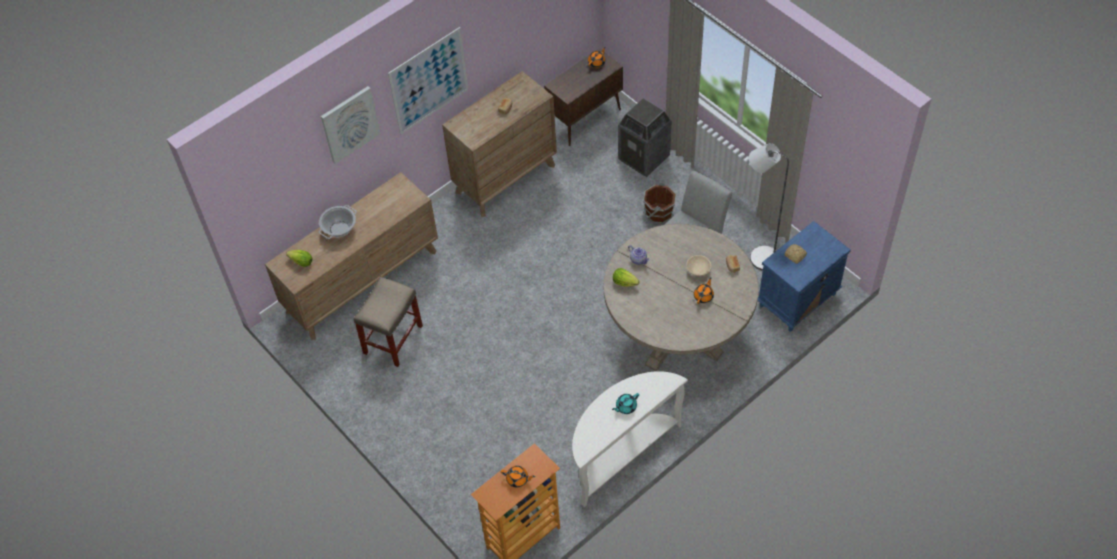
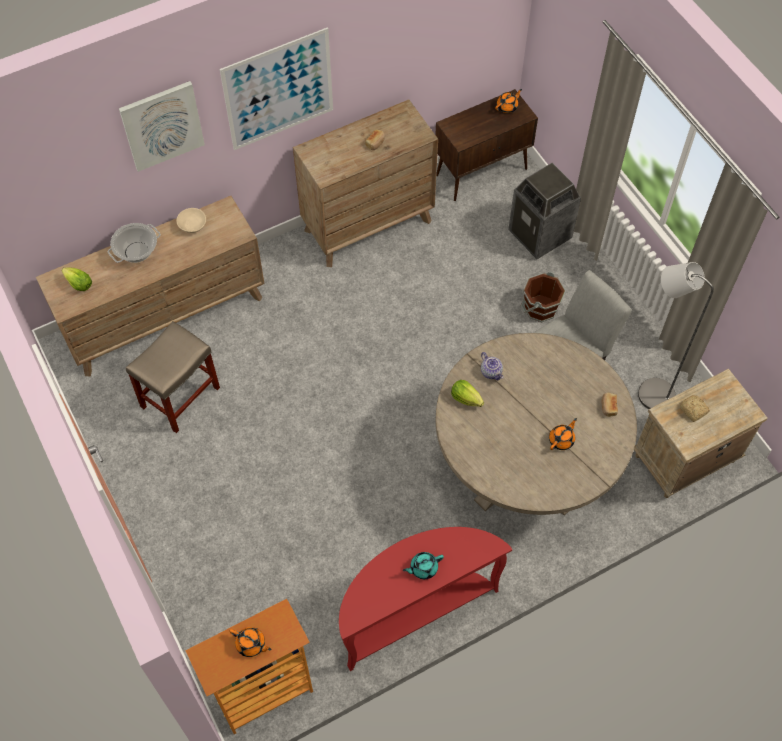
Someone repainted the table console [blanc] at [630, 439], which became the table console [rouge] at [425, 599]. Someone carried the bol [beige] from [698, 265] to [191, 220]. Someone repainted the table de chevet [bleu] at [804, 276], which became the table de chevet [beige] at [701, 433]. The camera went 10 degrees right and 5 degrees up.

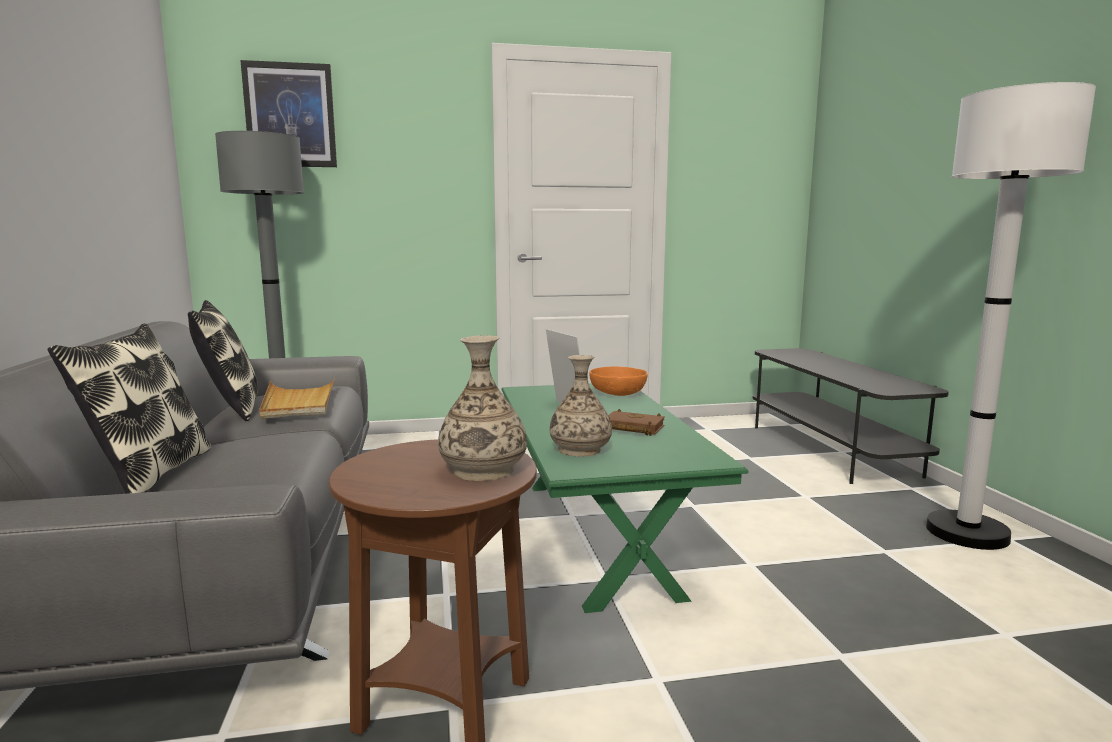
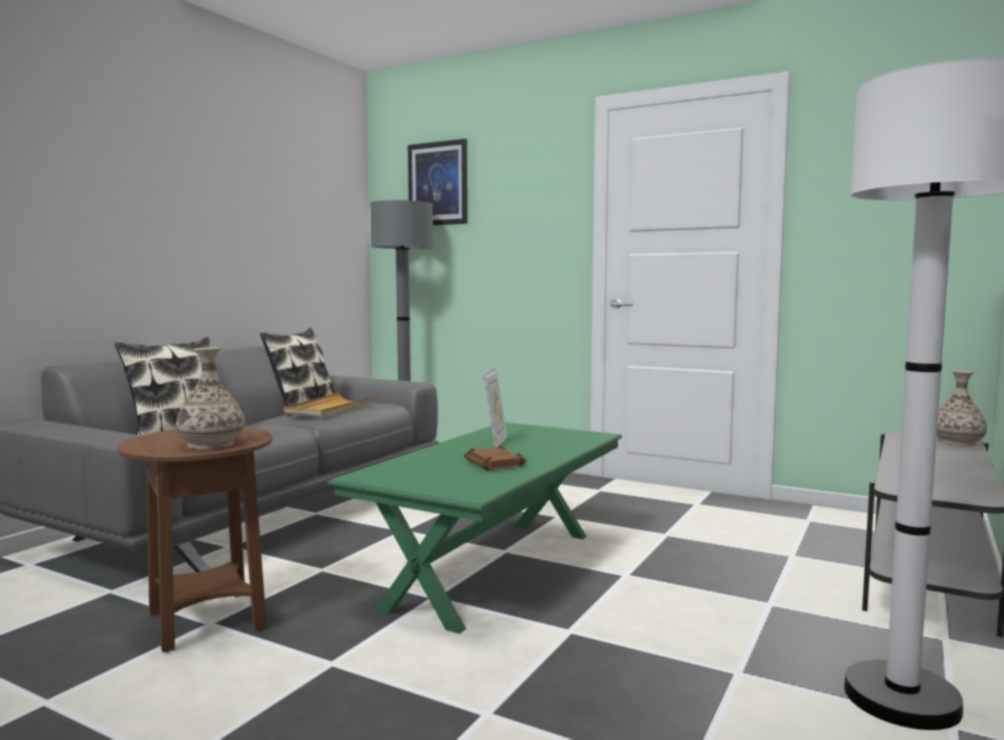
Someone carried the vase from [580, 406] to [962, 408]. Someone took away the bol [orange] at [618, 381]. The camera went 40 degrees right and 5 degrees down.

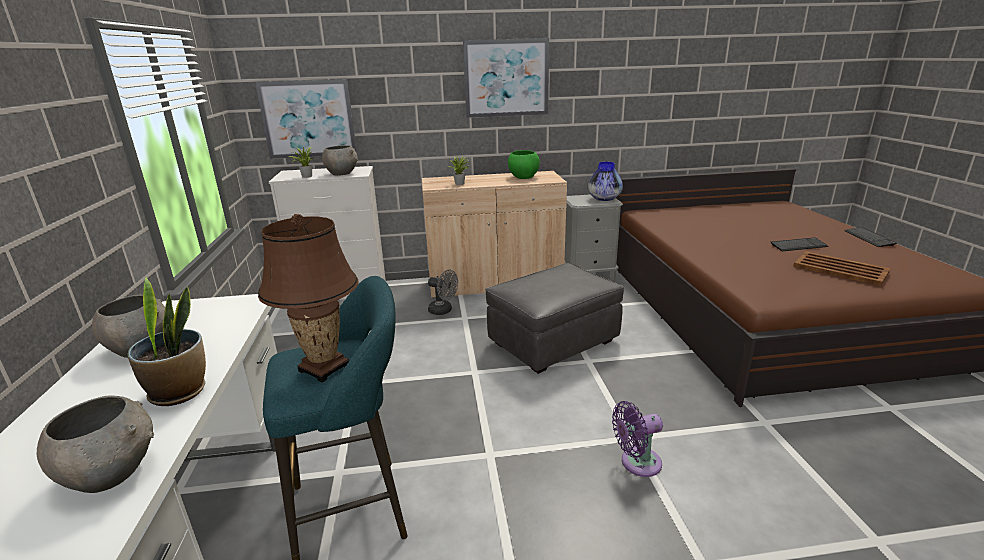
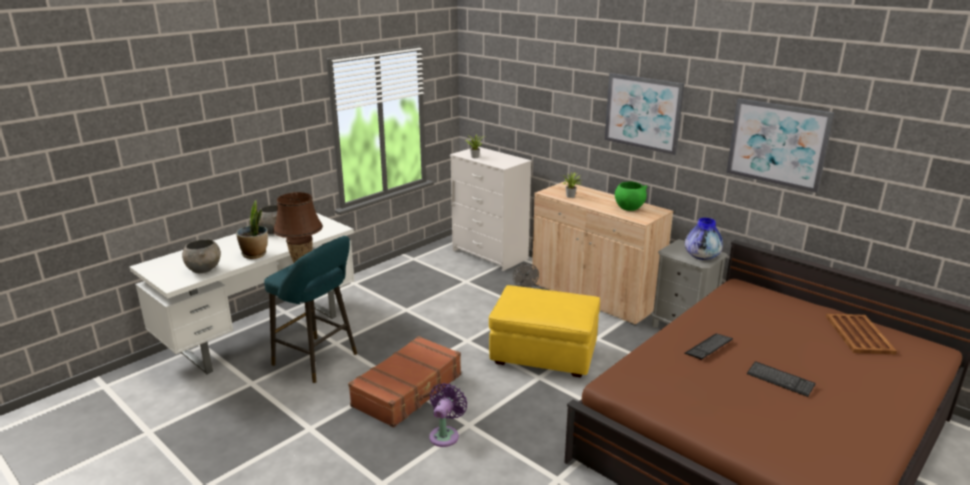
Someone carried the tableau from [306, 119] to [780, 146]. Someone took away the bol [gris] at [340, 160]. Someone repainted the pouf [gris] at [554, 318], which became the pouf [jaune] at [544, 331]. Someone rotated the ventilateur [violet] at [637, 439] by 75 degrees clockwise. Someone carried the plateau [marron] from [842, 268] to [861, 334]. Someone carried the clavier from [870, 237] to [708, 347]. Someone put down the valise [marron] at [404, 382]. The camera went 50 degrees right and 0 degrees up.

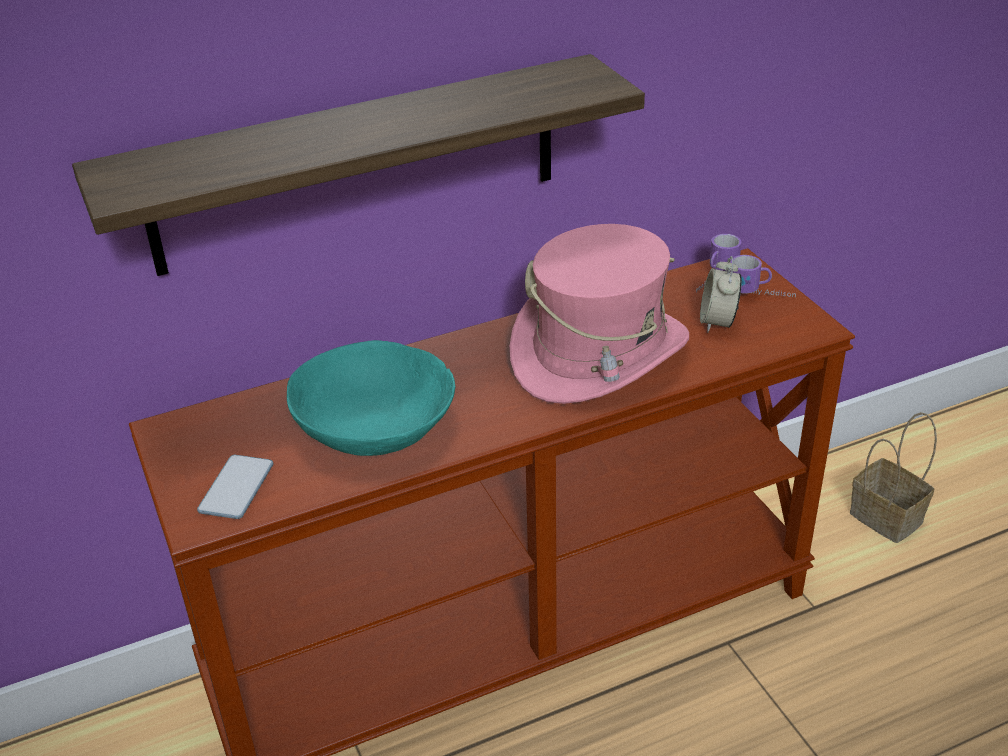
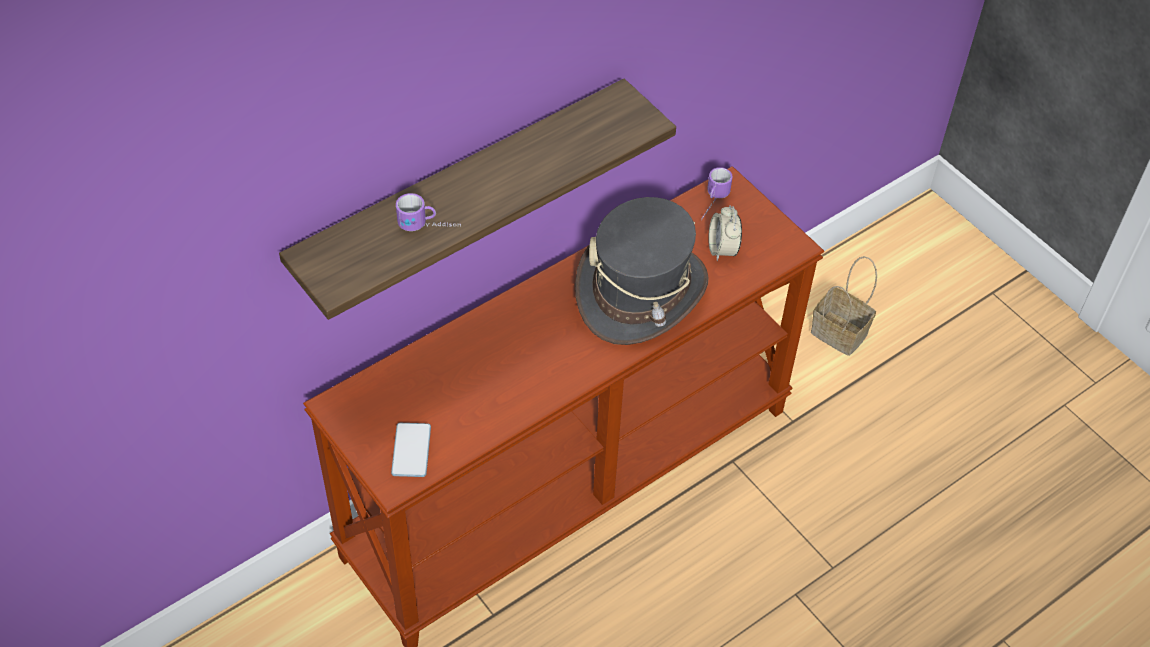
Someone took away the bol [turquoise] at [371, 398]. Someone repainted the chapeau [rose] at [599, 314], which became the chapeau [gris] at [642, 271]. Someone carried the mug from [763, 276] to [428, 212]. The camera went 15 degrees left and 15 degrees up.

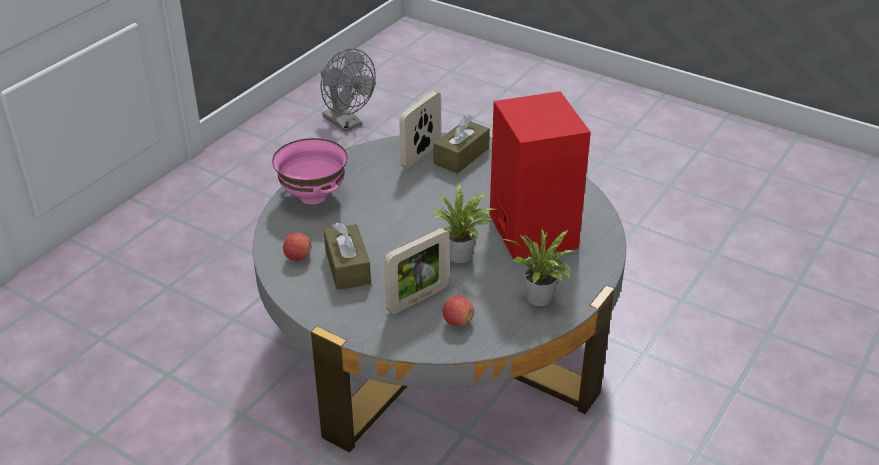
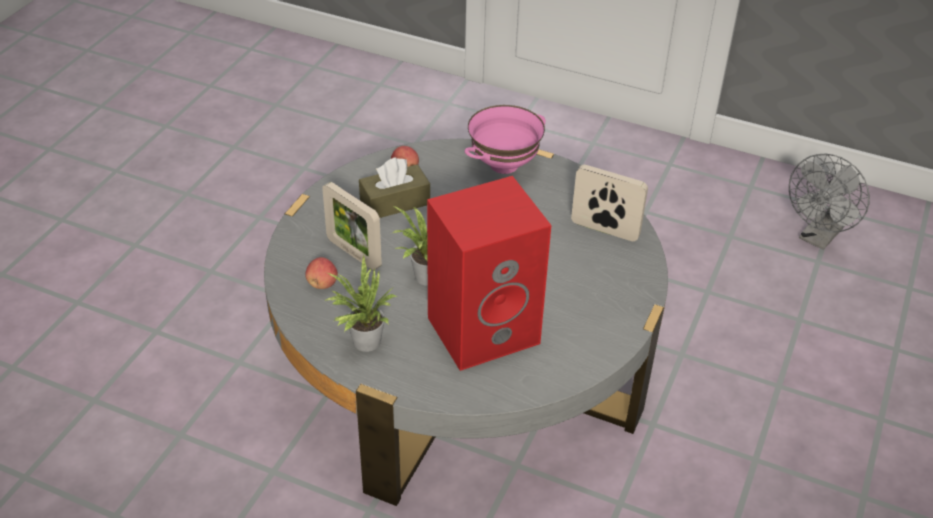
Someone took away the boîte à mouchoirs [marron] at [461, 144]. The camera went 80 degrees right and 5 degrees up.

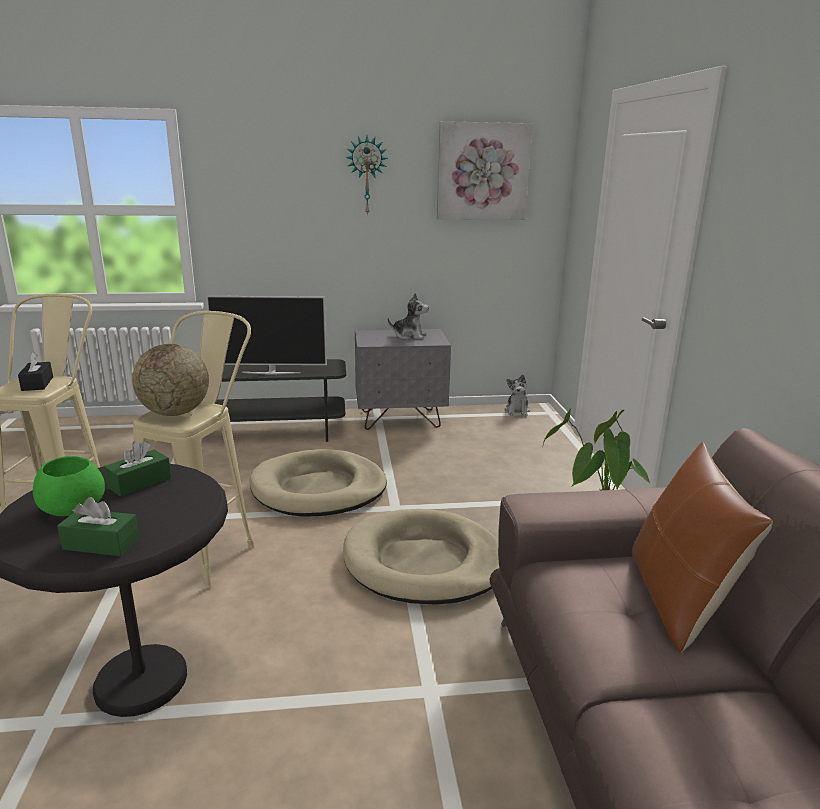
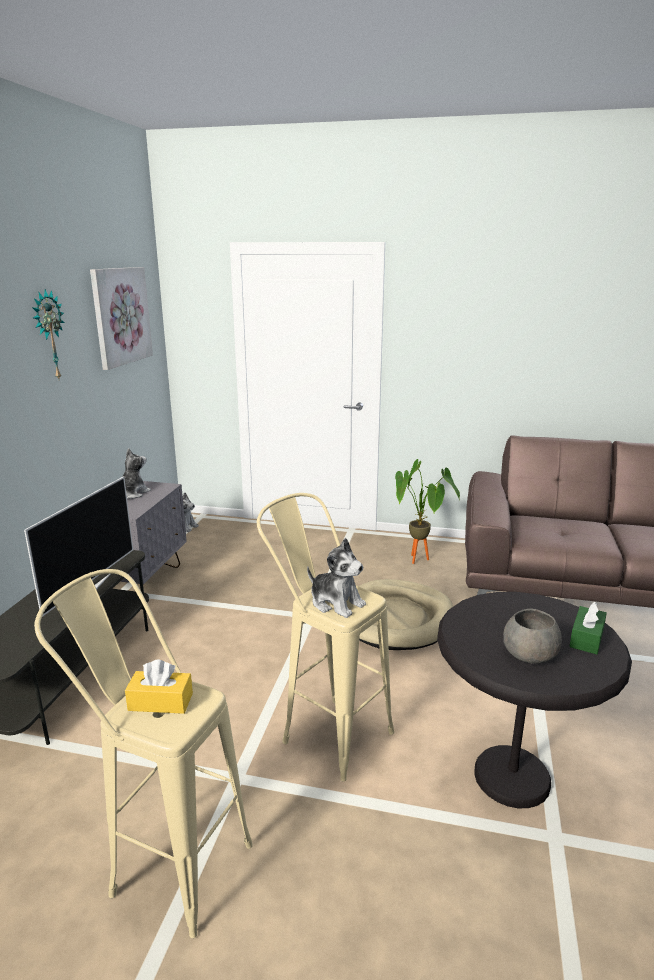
Someone repainted the boîte à mouchoirs [noir] at [35, 371], which became the boîte à mouchoirs [jaune] at [159, 687]. Someone repainted the bol [vert] at [69, 486], which became the bol [gris] at [532, 636]. Someone took away the boîte à mouchoirs [vert] at [137, 469]. Someone swapped the globe at [170, 380] for the peluche at [336, 578]. Someone took away the panier pour chien [beige] at [318, 483]. Someone took away the coussin [marron] at [702, 547]. The camera went 70 degrees left and 0 degrees up.

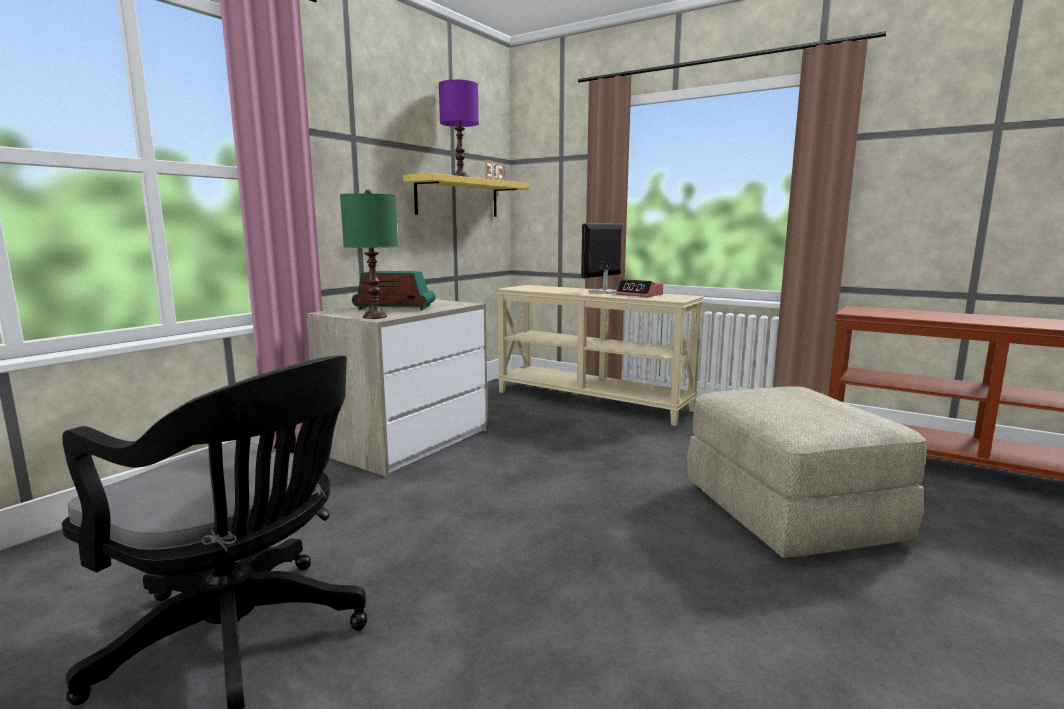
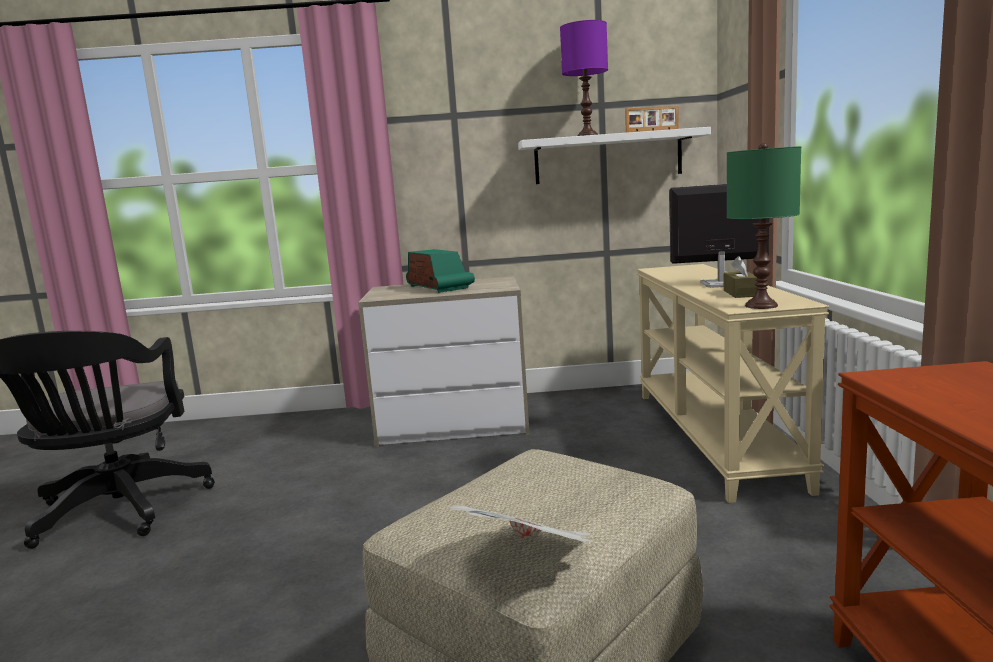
Someone carried the lampe de table [vert] from [369, 254] to [764, 226]. Someone repainted the étagère [jaune] at [466, 195], which became the étagère [blanc] at [614, 155]. Someone swapped the réveil at [639, 288] for the boîte à mouchoirs [marron] at [740, 277]. Someone put down the journal at [521, 524]. The camera went 55 degrees right and 0 degrees up.

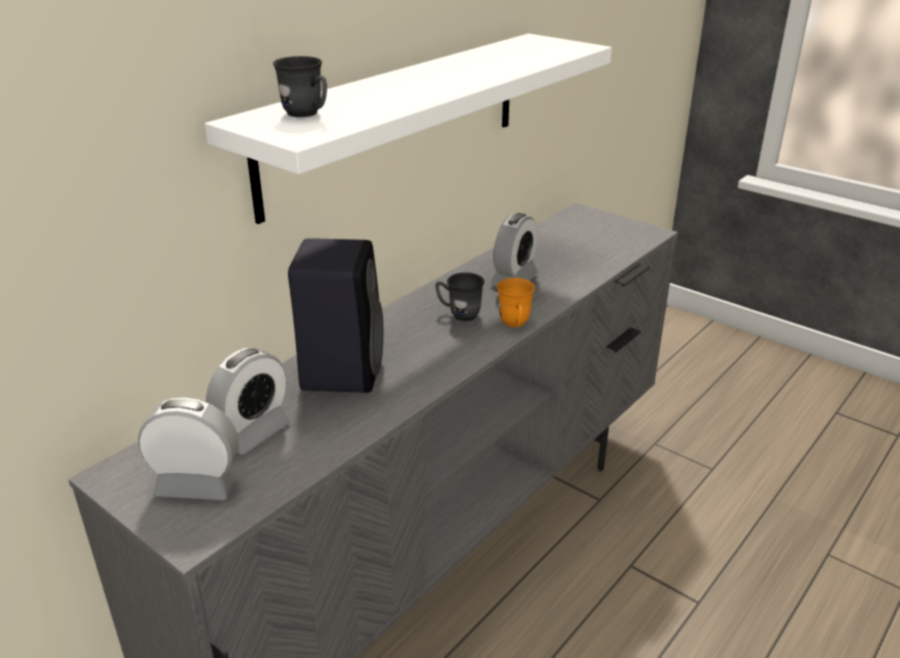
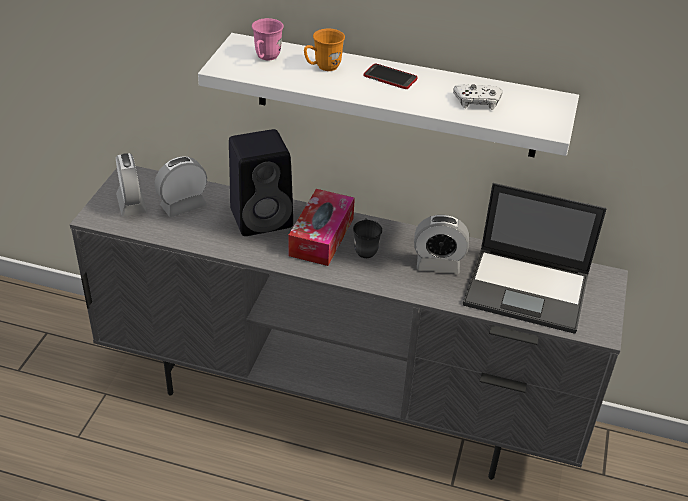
Someone rotated the réveil at [248, 401] by 135 degrees clockwise. Someone repainted the mug [gris] at [300, 86], which became the mug [rose] at [267, 39]. Someone carried the mug [orange] from [516, 302] to [324, 50]. Someone put down the boîte à mouchoirs at [321, 227]. Someone put down the téléphone at [391, 76]. Someone put down the manette [blanc] at [477, 97]. Someone put down the ordinateur portable at [535, 258]. The camera went 65 degrees right and 10 degrees up.

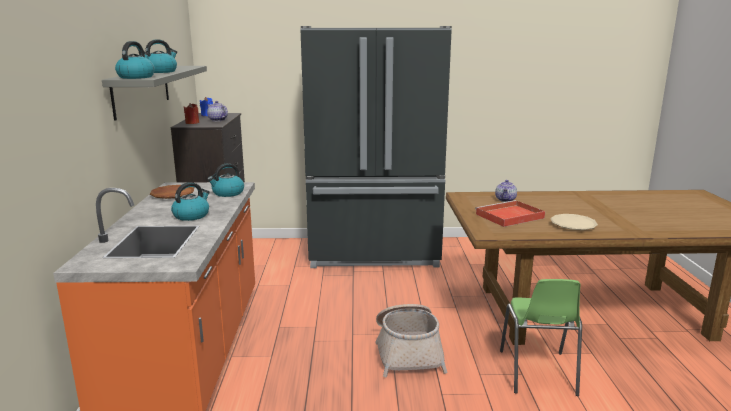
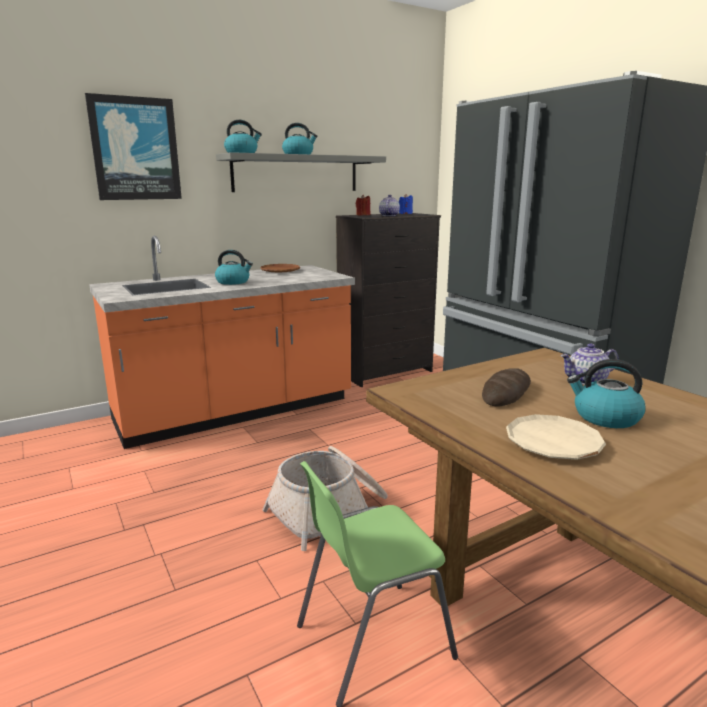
Someone carried the bouilloire from [225, 180] to [606, 393]. Someone swapped the plateau [rouge] at [510, 213] for the pain at [506, 387]. Someone put up the tableau at [133, 146]. The camera went 60 degrees right and 0 degrees up.

